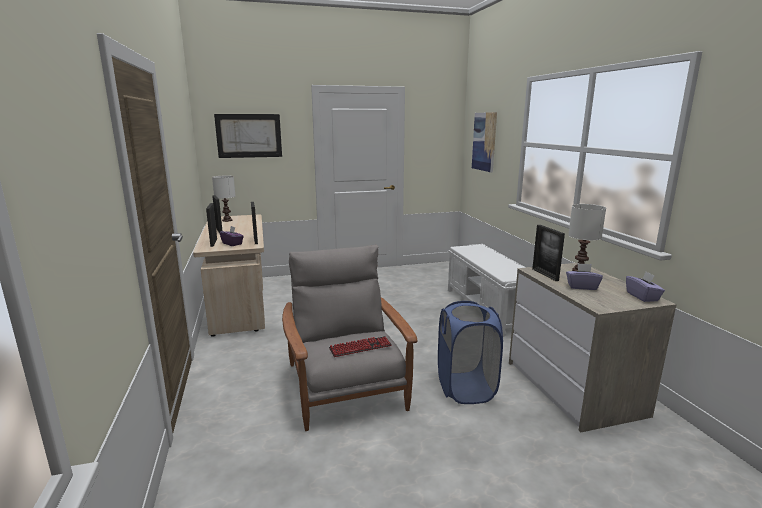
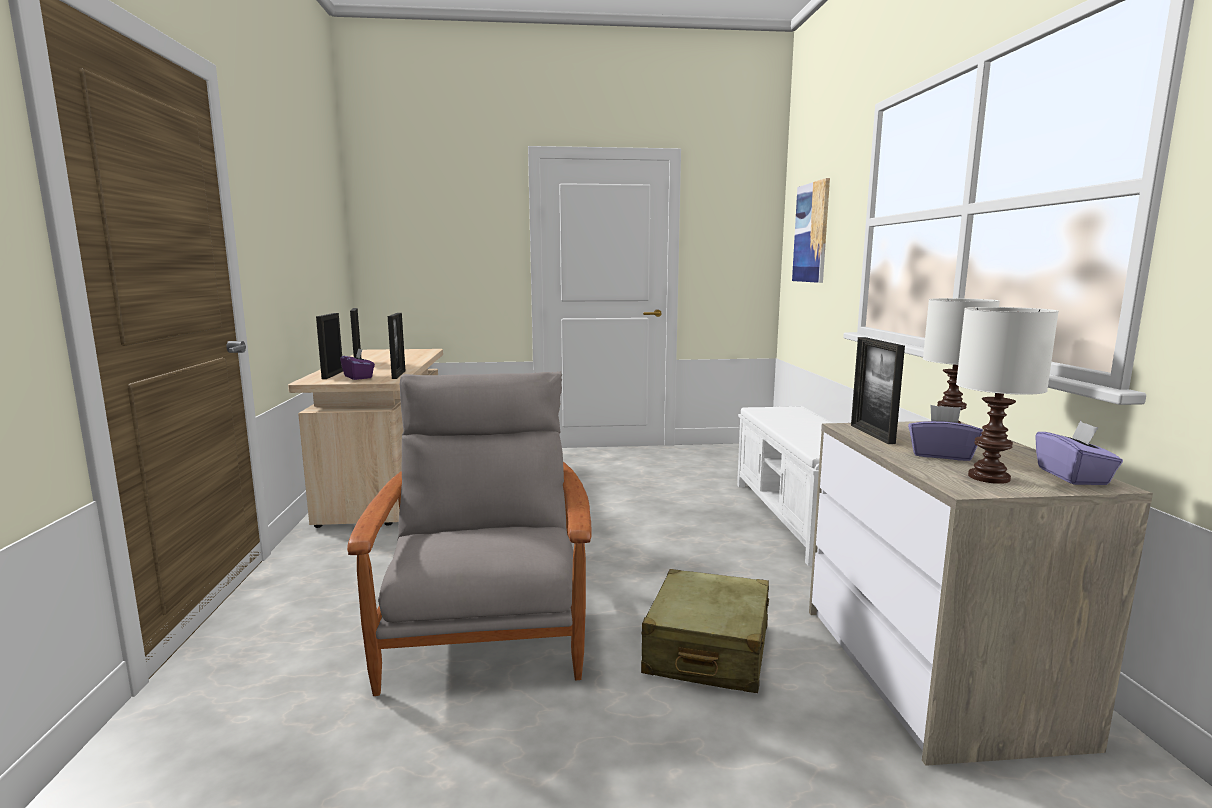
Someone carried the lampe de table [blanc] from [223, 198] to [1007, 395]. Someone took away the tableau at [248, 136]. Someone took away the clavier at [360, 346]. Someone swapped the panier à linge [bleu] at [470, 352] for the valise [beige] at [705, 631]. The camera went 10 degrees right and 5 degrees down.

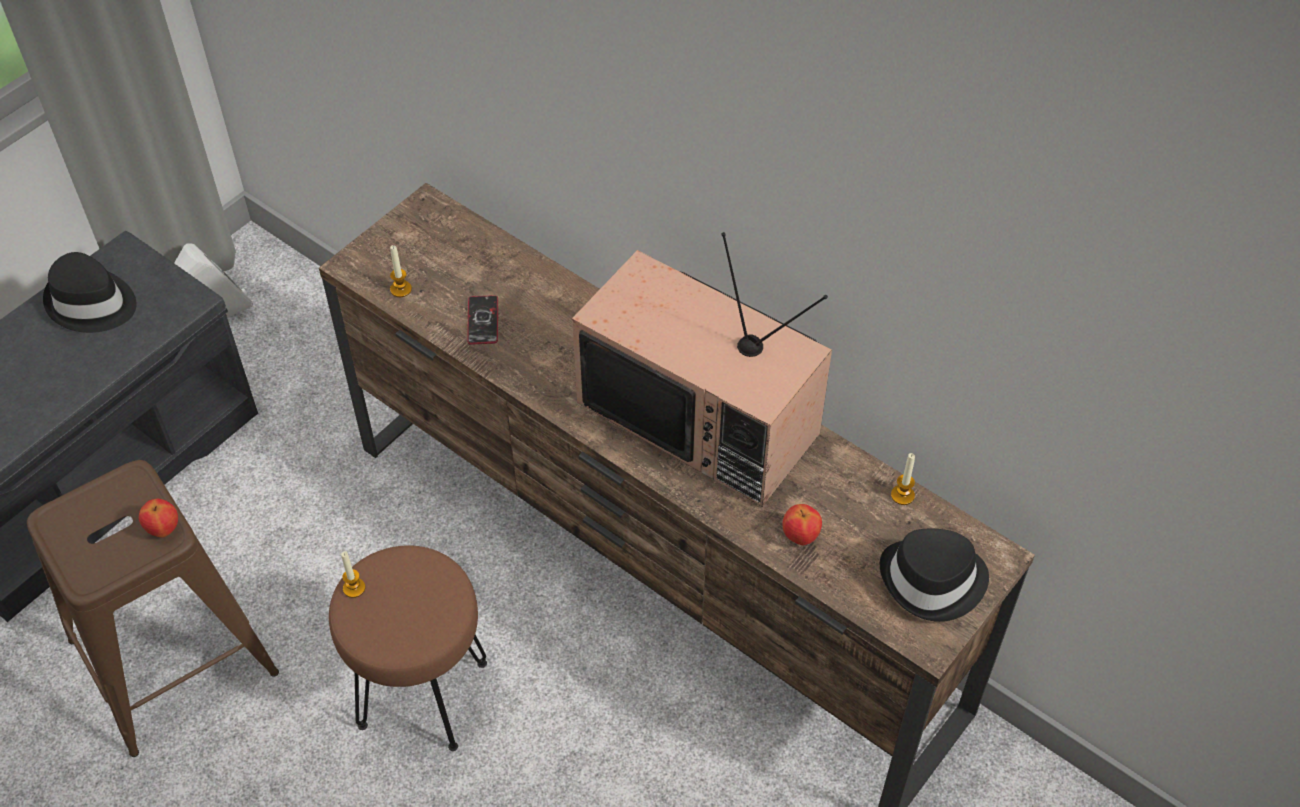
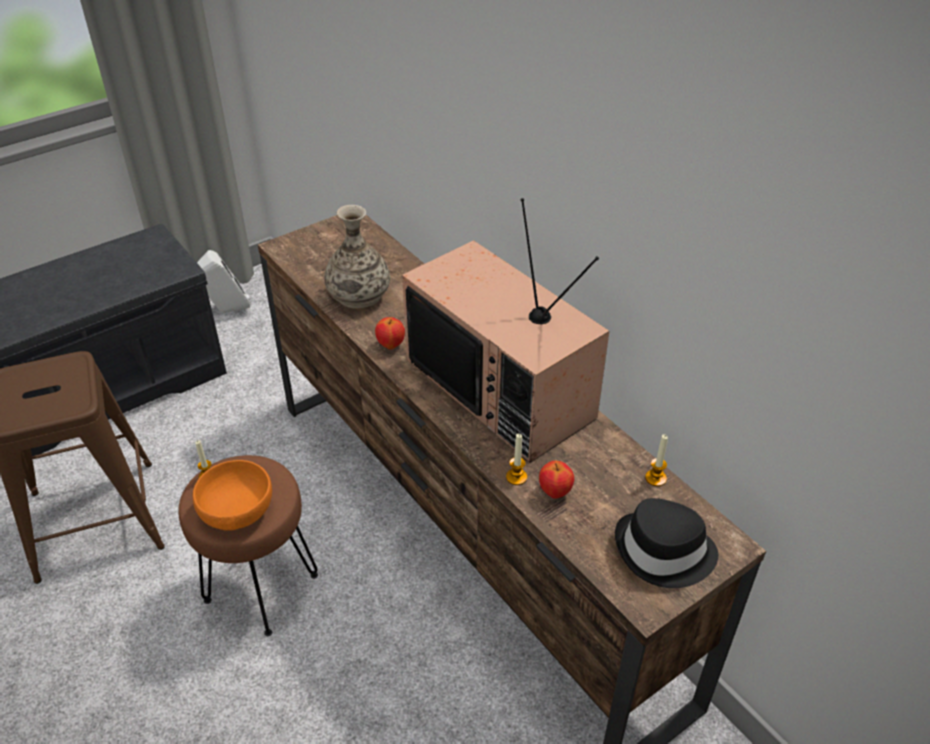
Someone took away the chapeau [noir] at [90, 292]. Someone carried the pomme from [158, 518] to [390, 333]. Someone carried the bougie from [401, 271] to [516, 459]. Someone swapped the téléphone at [482, 320] for the vase at [357, 257]. Someone put down the bol [orange] at [232, 495]. The camera went 15 degrees right and 10 degrees down.

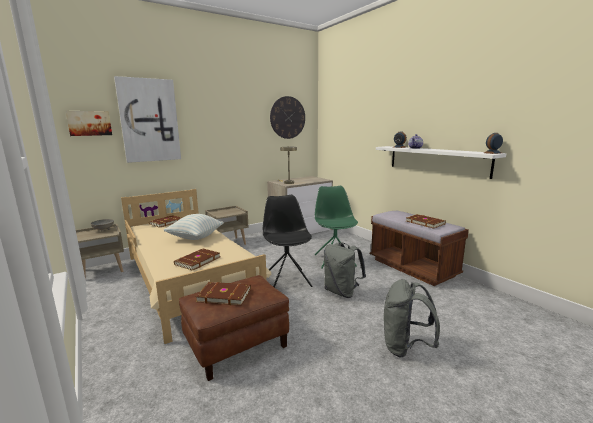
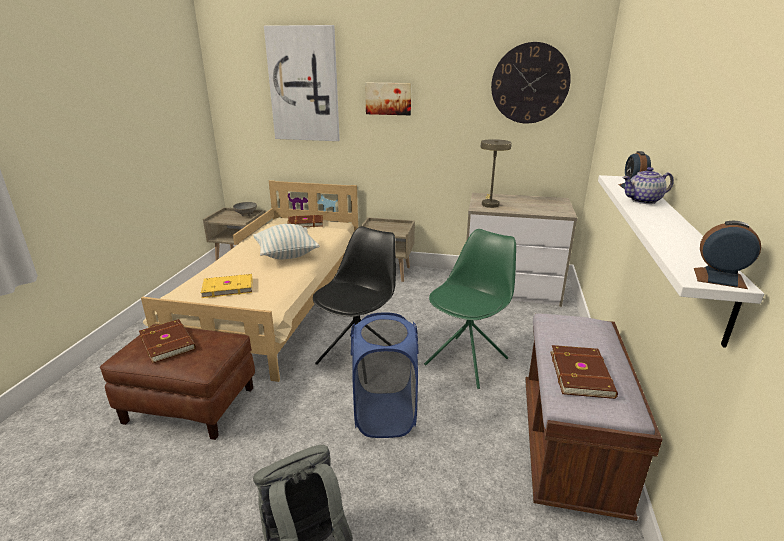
Someone carried the tableau from [89, 123] to [388, 99]. Someone repainted the livre [marron] at [197, 260], which became the livre [jaune] at [226, 286]. Someone swapped the sac à dos [gris] at [345, 270] for the panier à linge [bleu] at [385, 375]. The camera went 45 degrees right and 10 degrees up.

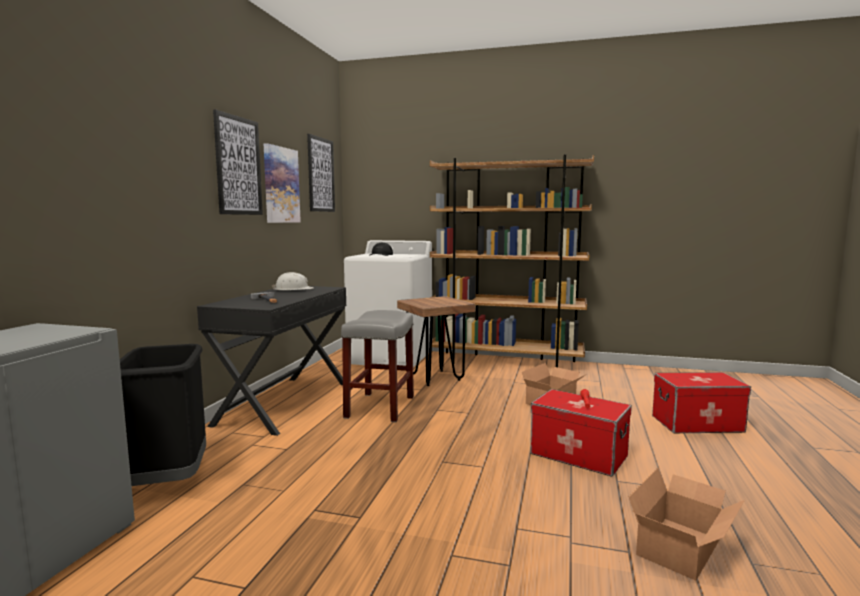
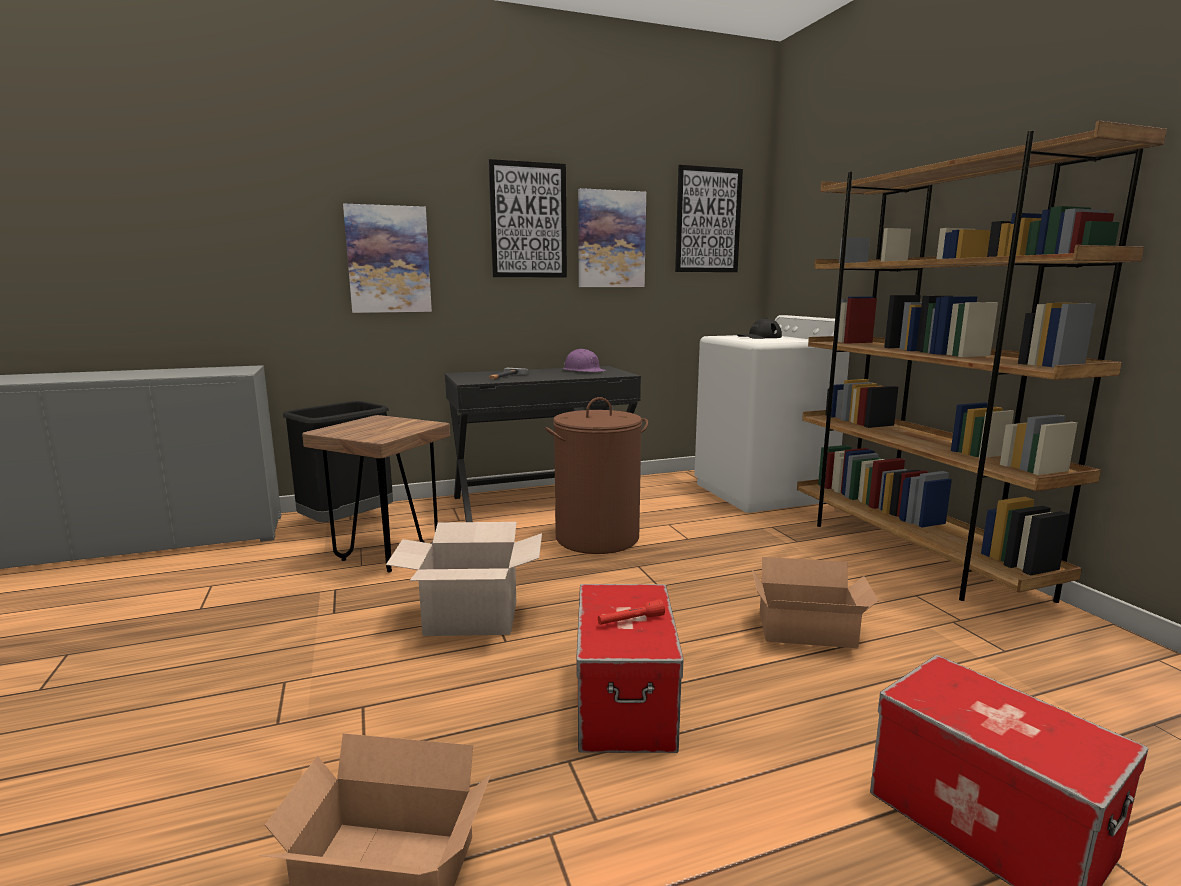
Someone repainted the casque de chantier [blanc] at [293, 281], which became the casque de chantier [violet] at [584, 360]. Someone swapped the tabouret [gris] at [377, 366] for the panier à linge [marron] at [596, 475]. Someone carried the tabouret [marron] from [436, 341] to [376, 493]. Someone put up the tableau at [387, 258]. Someone put down the carton at [464, 579]. The camera went 55 degrees right and 5 degrees up.

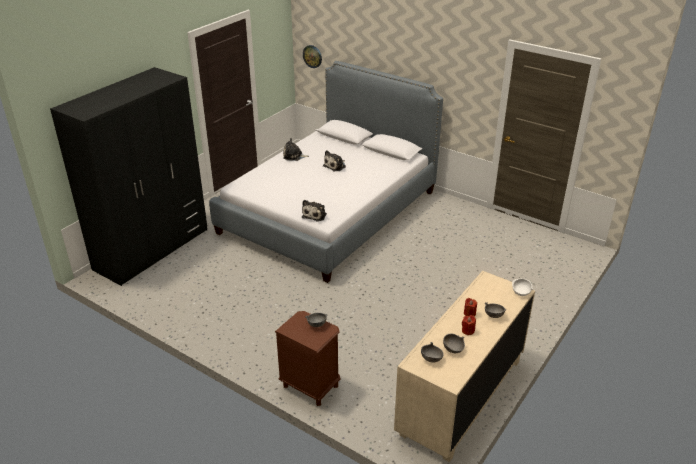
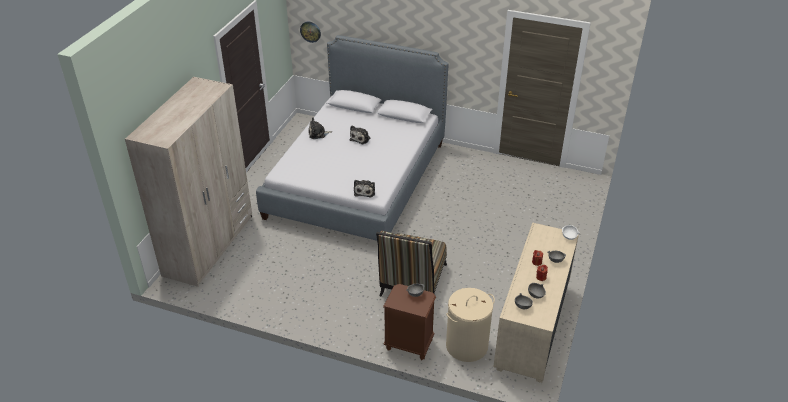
Someone repainted the armoire [noir] at [128, 176], which became the armoire [beige] at [188, 182]. Someone put down the chaise at [411, 263]. Someone put down the panier à linge [beige] at [470, 325]. The camera went 15 degrees left and 5 degrees up.

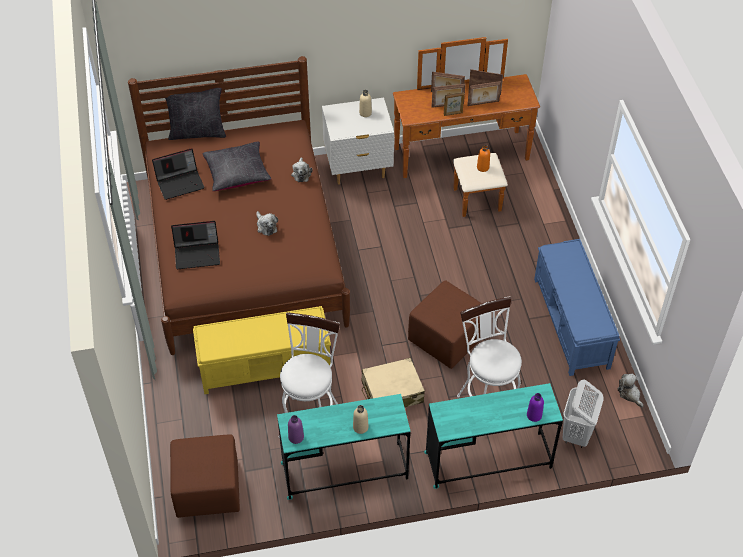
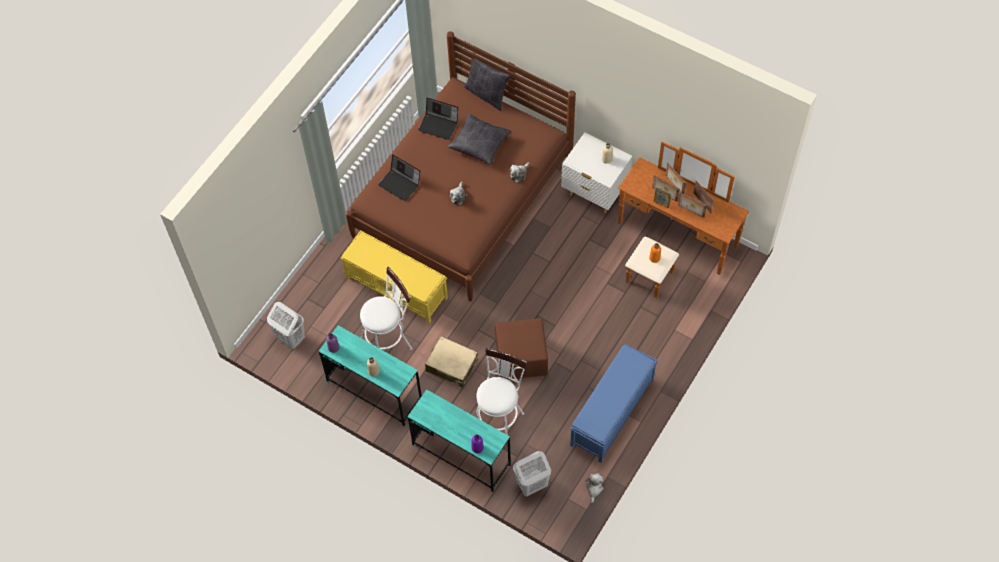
Someone swapped the pouf [marron] at [205, 476] for the panier à linge [blanc] at [286, 325]. The camera went 45 degrees right and 10 degrees up.

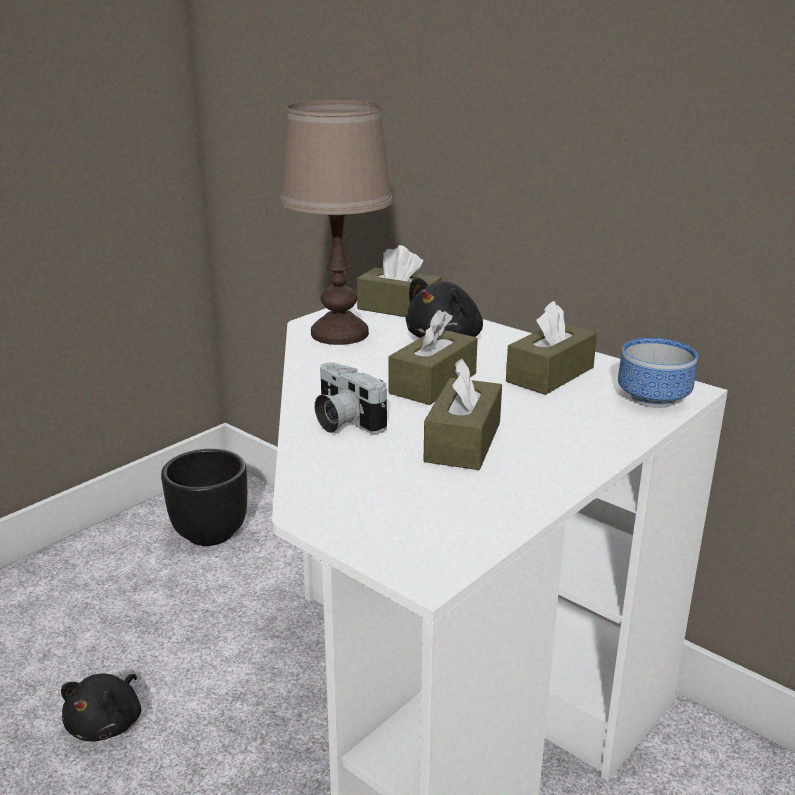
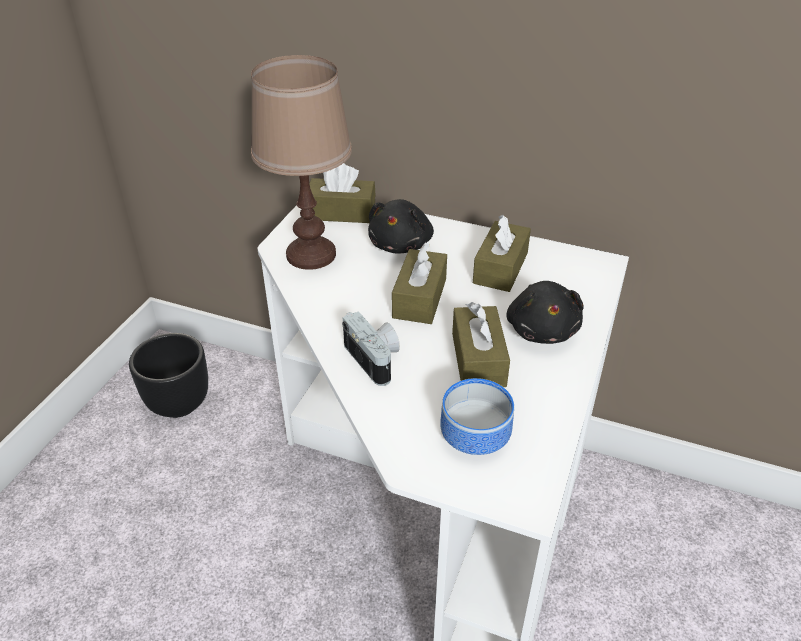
Someone carried the peluche [noir] from [101, 707] to [545, 312]. Someone rotated the appareil photo at [350, 398] by 150 degrees counterclockwise. Someone carried the bol from [658, 373] to [477, 416]. The camera went 20 degrees left and 15 degrees up.

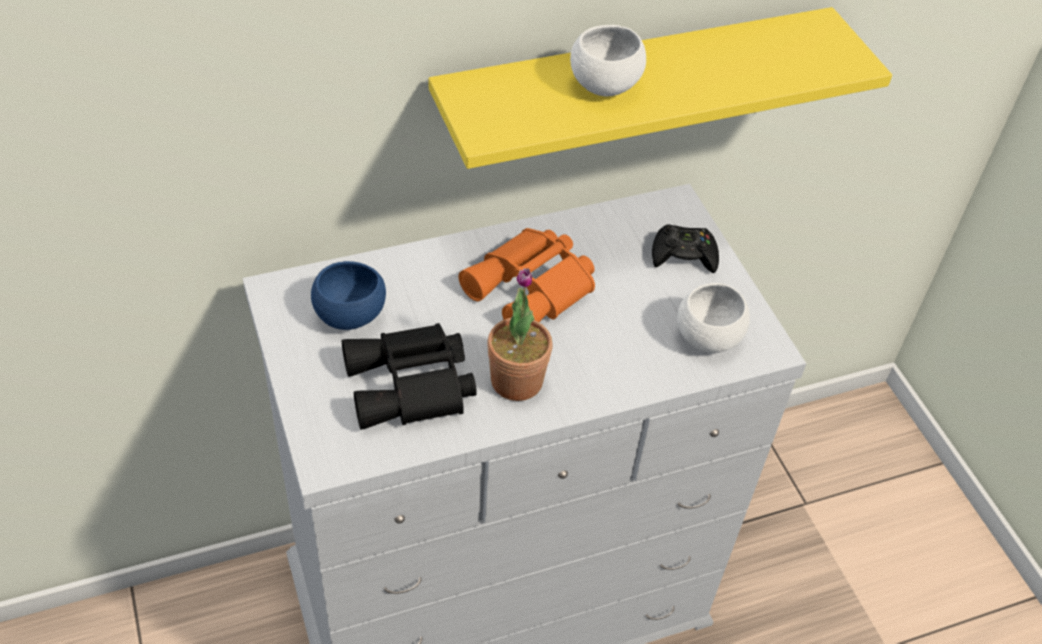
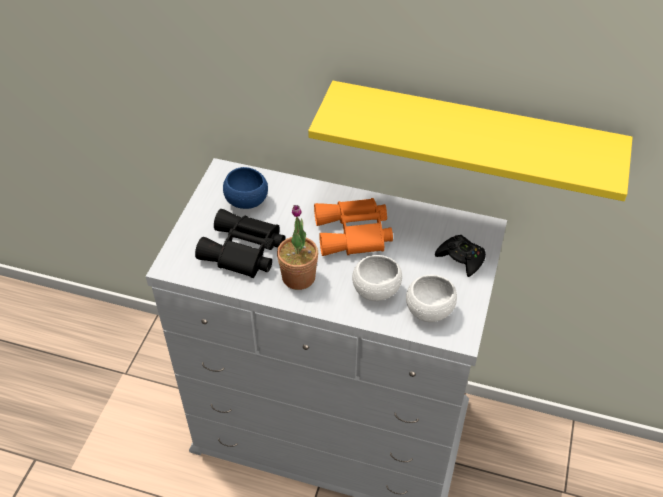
Someone carried the bol [blanc] from [608, 60] to [377, 278]. The camera went 40 degrees right and 0 degrees up.

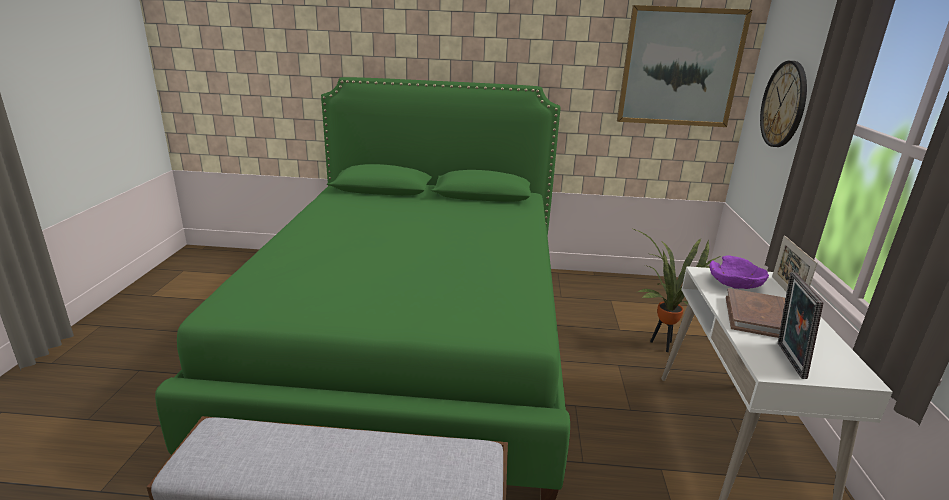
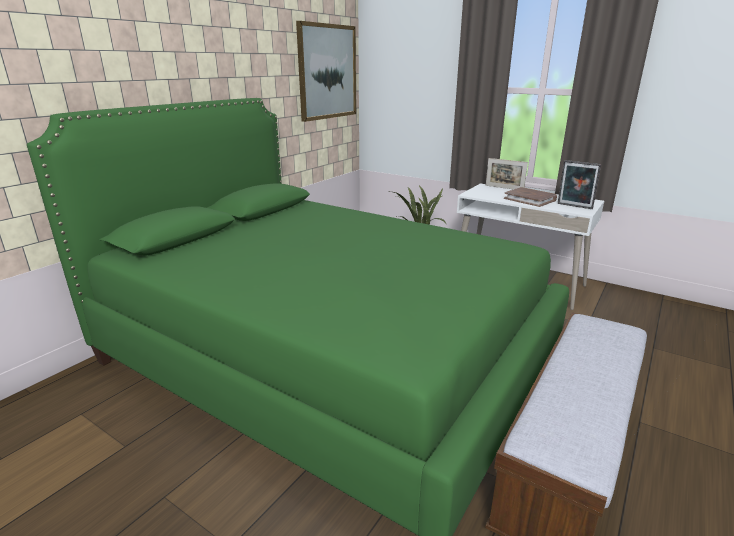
Someone took away the bol [violet] at [739, 272]. Someone took away the horloge murale at [783, 104]. The camera went 60 degrees left and 0 degrees up.

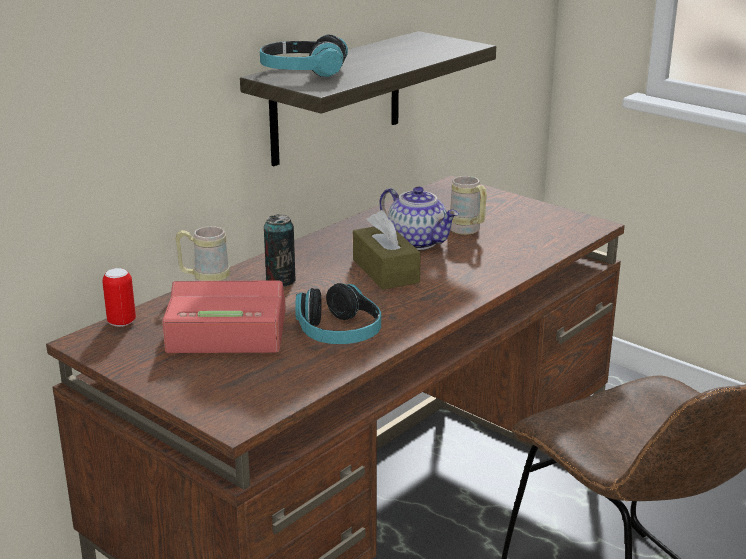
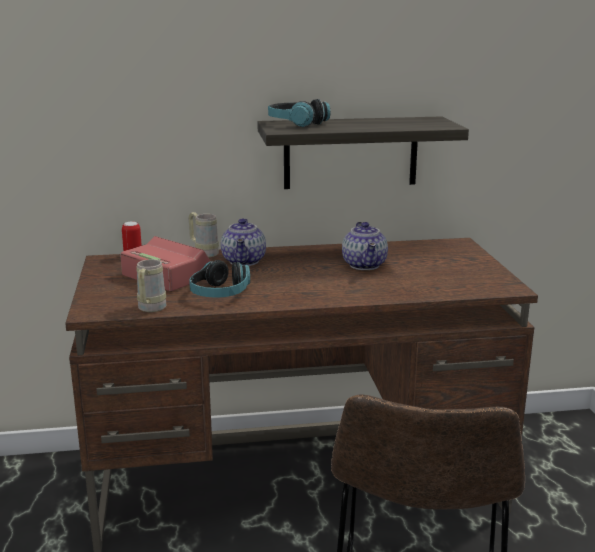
Someone swapped the boîte métallique at [280, 250] for the théière at [243, 242]. Someone took away the boîte à mouchoirs [marron] at [387, 250]. Someone carried the mug [beige] from [468, 205] to [151, 285]. The camera went 40 degrees right and 5 degrees down.

